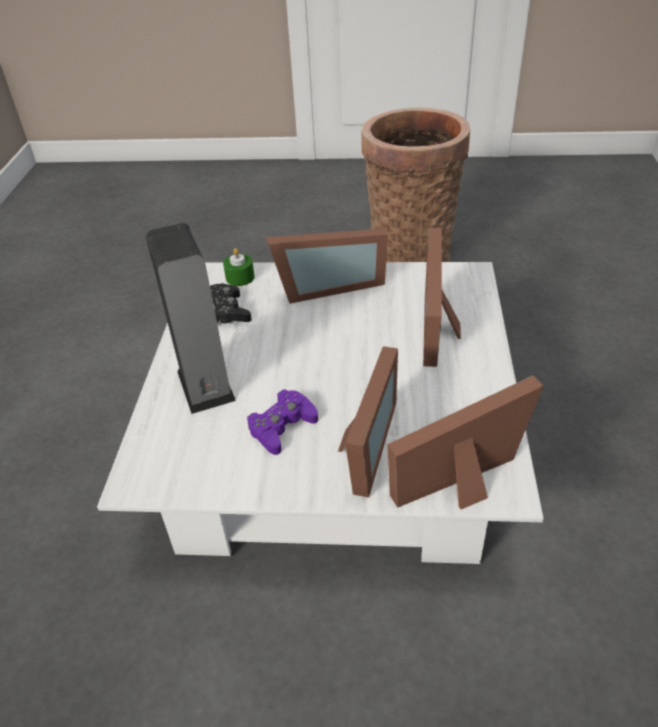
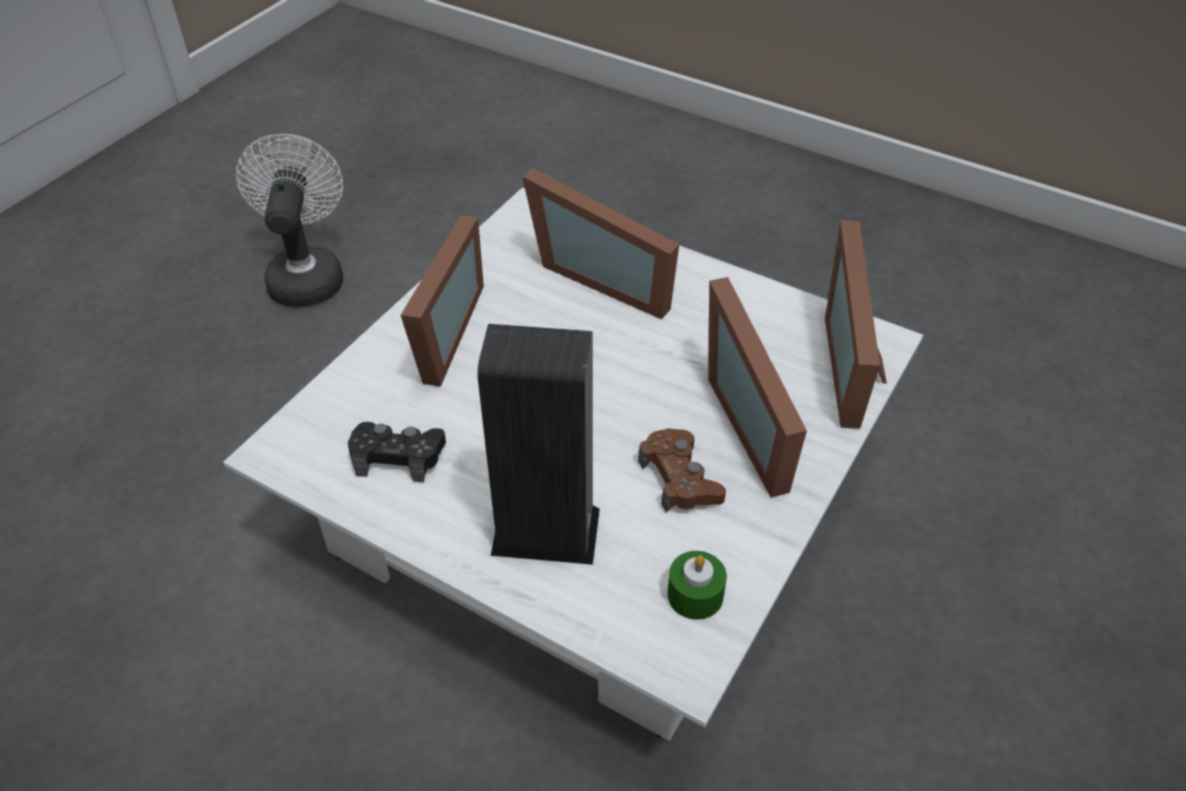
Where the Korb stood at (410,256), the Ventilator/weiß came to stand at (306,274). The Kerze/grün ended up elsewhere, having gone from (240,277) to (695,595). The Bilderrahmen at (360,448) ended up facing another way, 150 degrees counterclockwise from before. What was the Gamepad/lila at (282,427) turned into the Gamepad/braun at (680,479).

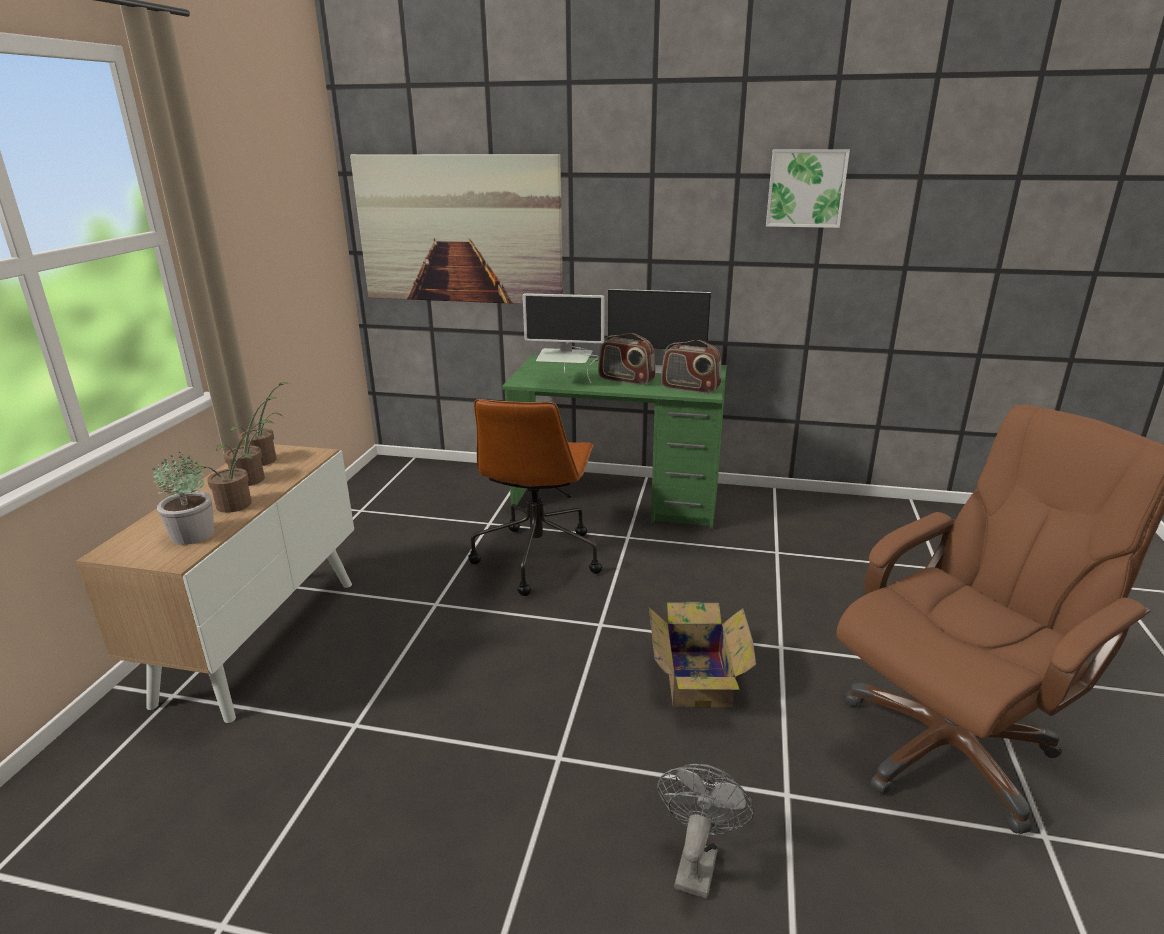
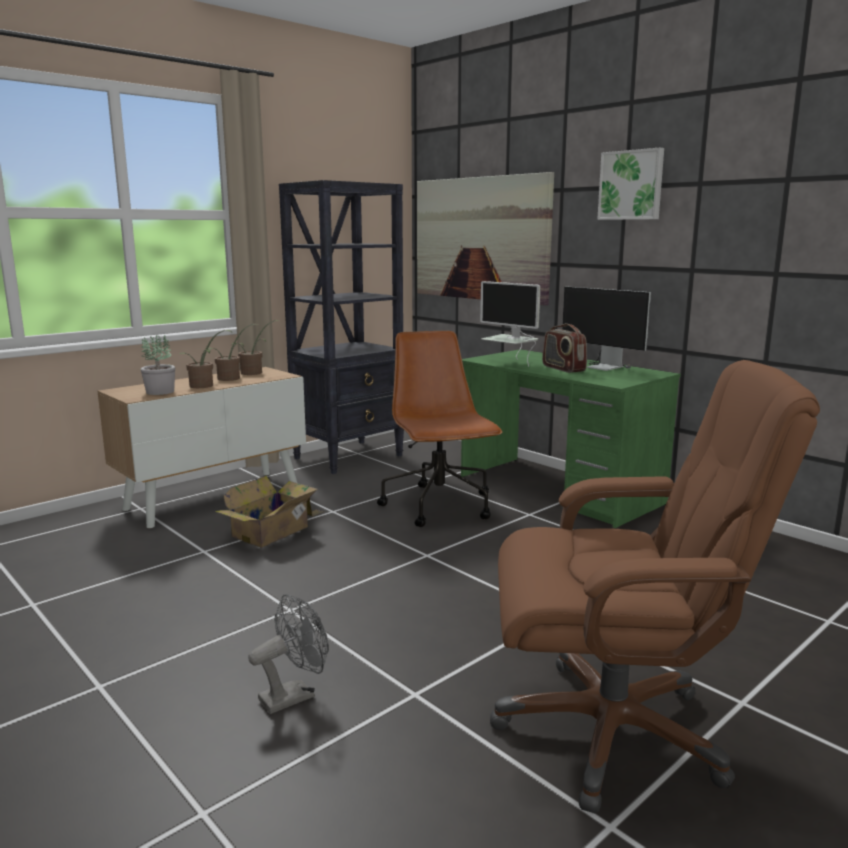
The Bild ended up elsewhere, having gone from (806,188) to (631,185). The second view lost the Radio at (690,388). The Bürostuhl/braun at (537,556) ended up facing another way, 120 degrees clockwise from before. The Karton ended up elsewhere, having gone from (698,676) to (273,531). The second view gained the Bücherregal/schwarz at (349,456).

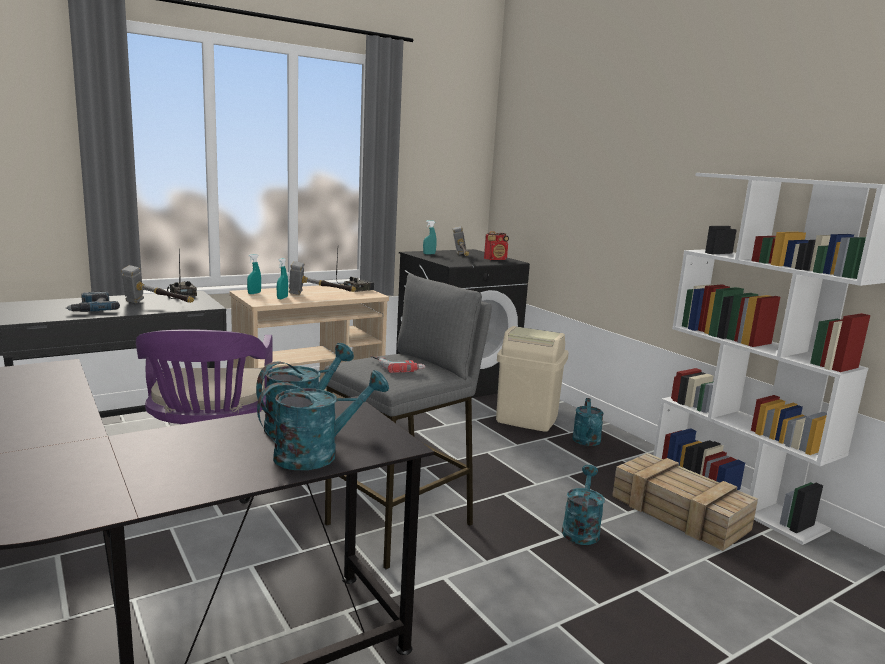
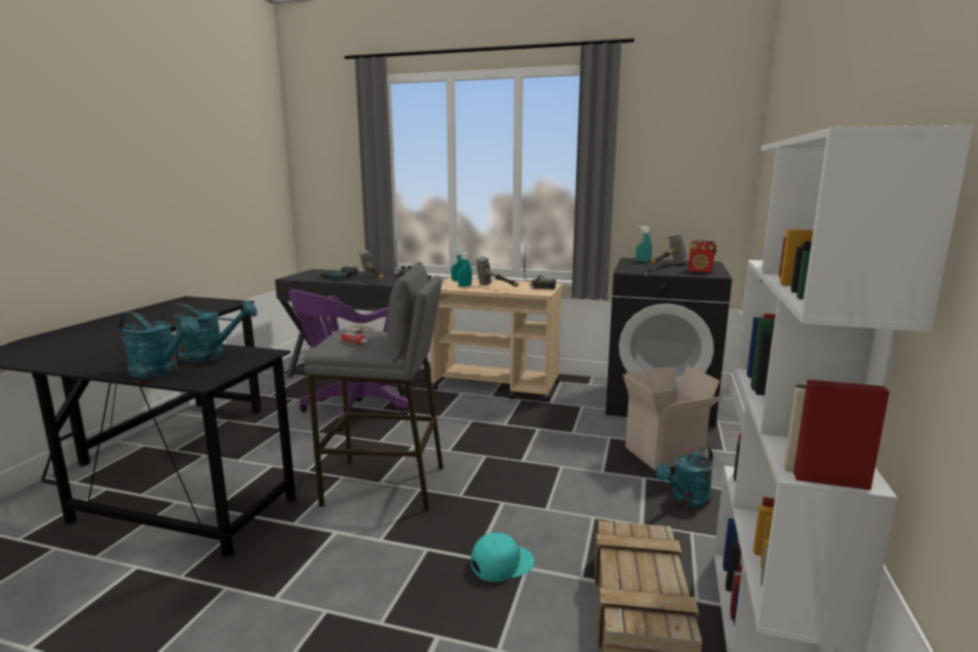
Where the Mülleimer/beige stood at (526,419), the Karton came to stand at (664,455). Where the Gießkanne/türkis stood at (581,529), the Kappe/türkis came to stand at (501,563).

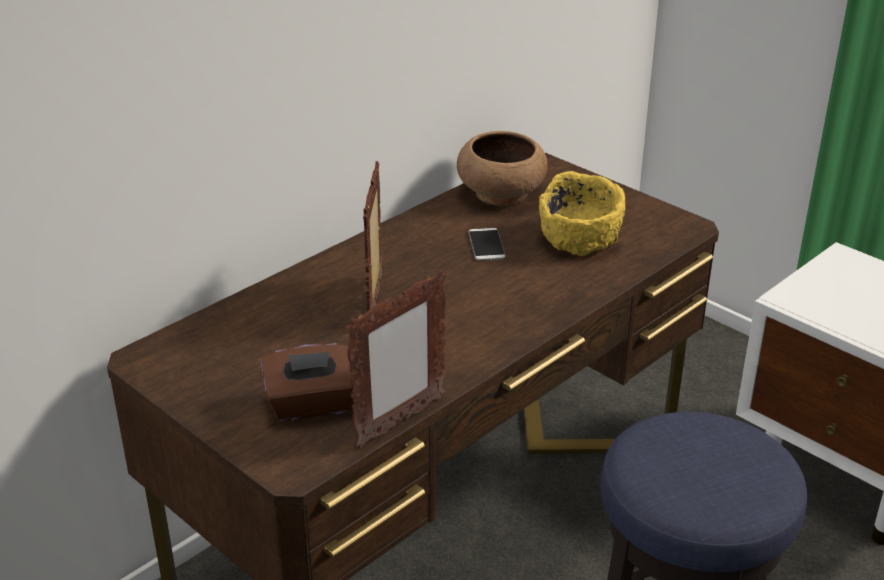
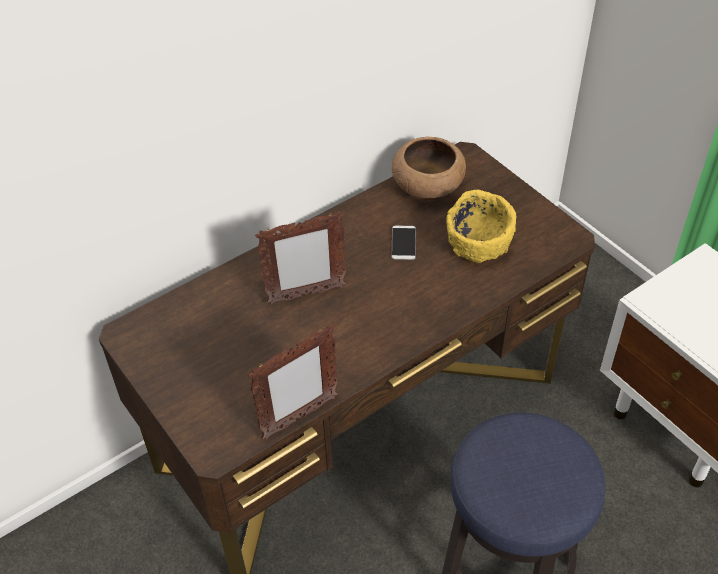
The Bilderrahmen at (376,302) ended up facing another way, 120 degrees counterclockwise from before. The second view lost the Taschentuchbox/braun at (312,405).

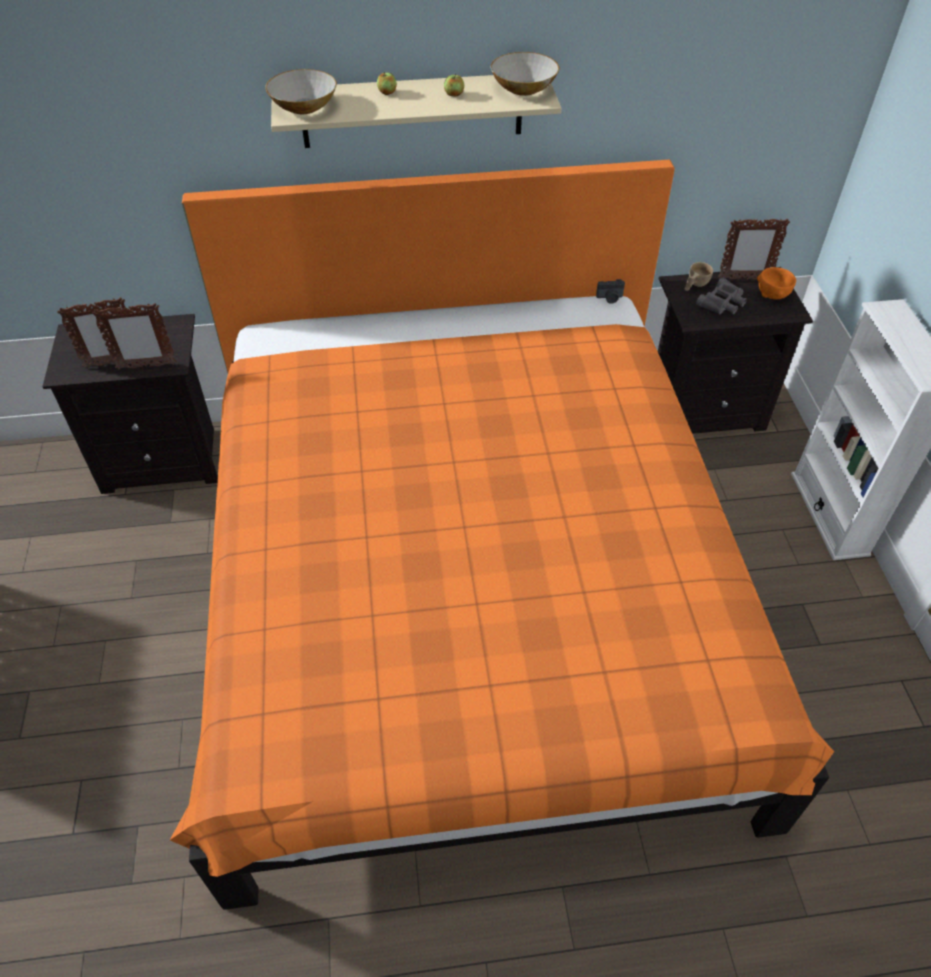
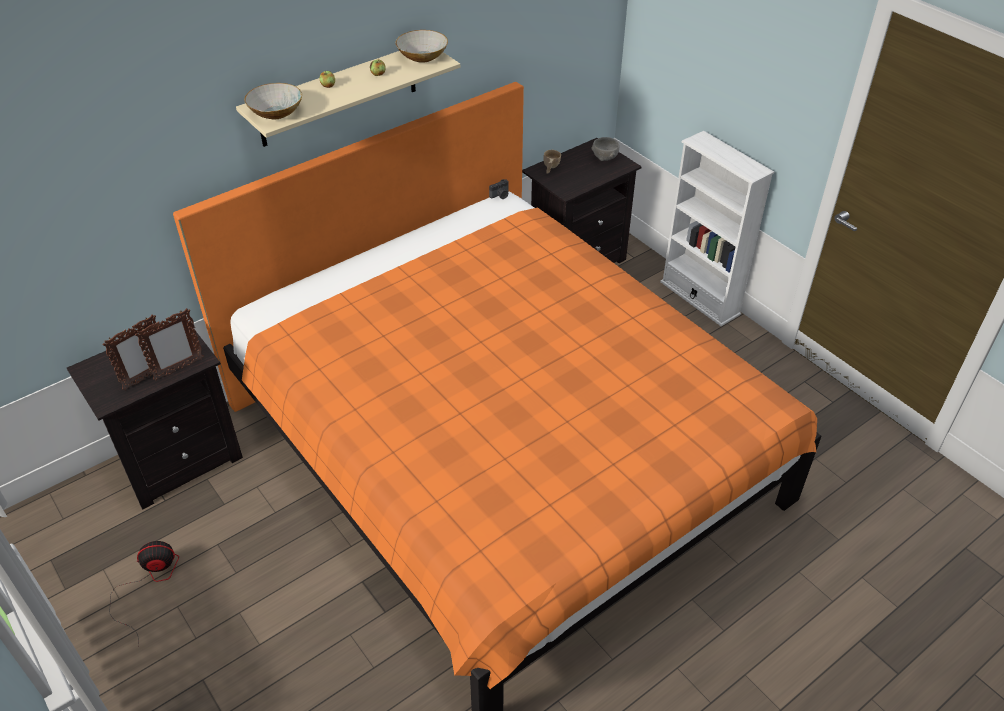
The second view lost the Bilderrahmen at (743,278). What was the Schüssel/orange at (772,294) turned into the Schüssel/grau at (604,157). The second view lost the Fernglas/grau at (722,302). The second view gained the Ventilator at (149,584).

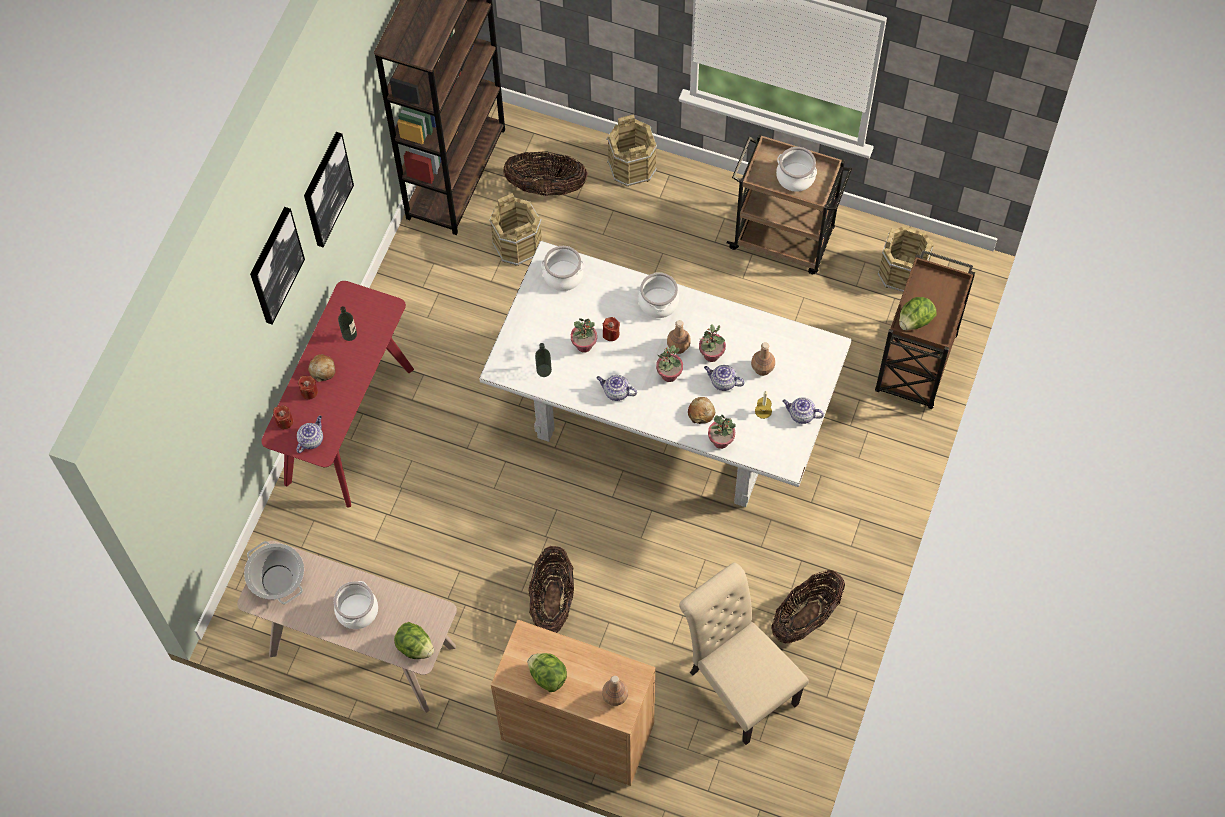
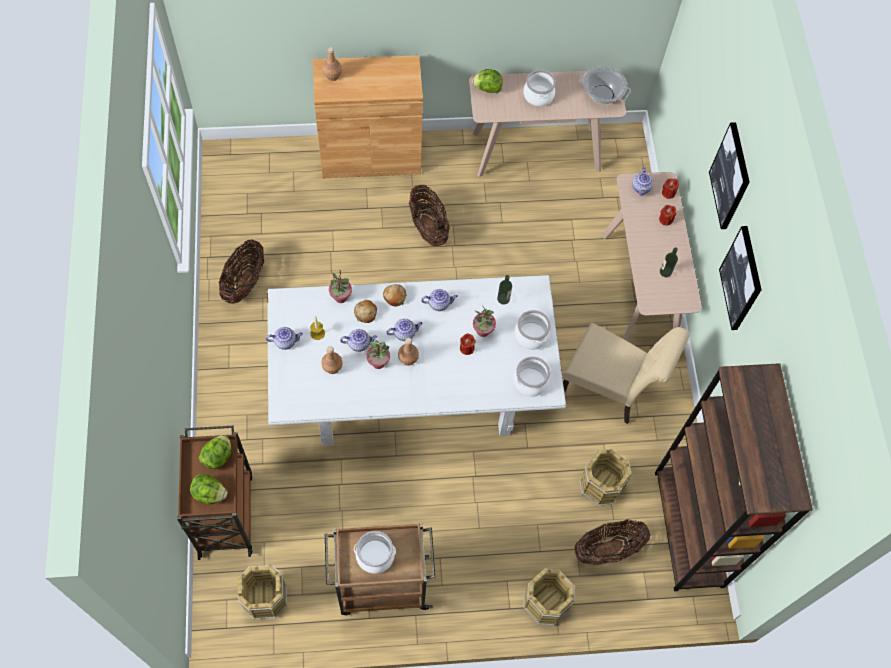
The Kochtopf ended up elsewhere, having gone from (658,302) to (531,335). What was the Konsolentisch/rot at (349,425) turned into the Konsolentisch/beige at (639,289). Where the Topfpflanze stood at (669,375), the Teekanne came to stand at (405,333). The Brot ended up elsewhere, having gone from (322,370) to (394,296). The Stuhl/beige ended up elsewhere, having gone from (737,683) to (609,390). The Salatkopf ended up elsewhere, having gone from (547,676) to (210,493).

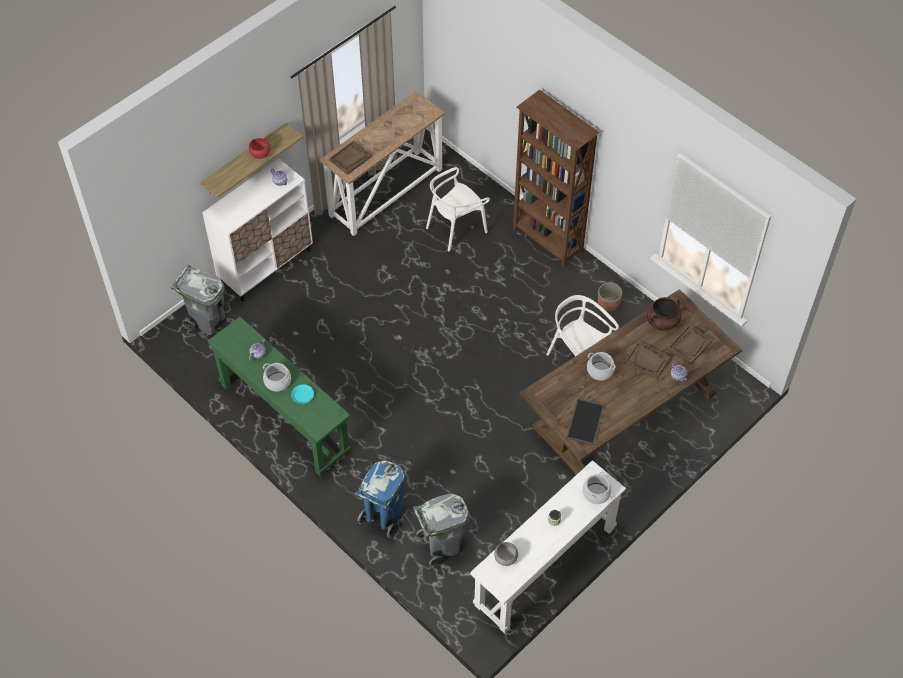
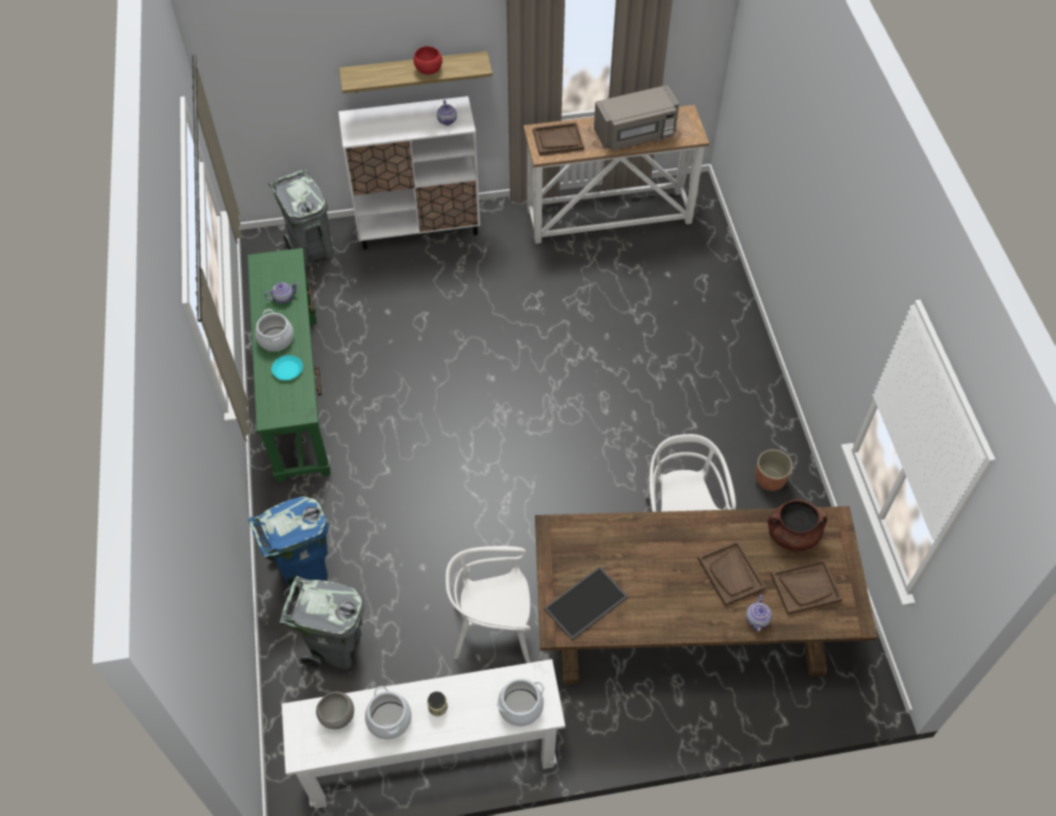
The second view lost the Bücherregal/braun at (547,240). The Stuhl/weiß ended up elsewhere, having gone from (456,228) to (492,628). The Kochtopf ended up elsewhere, having gone from (600,370) to (389,719). The second view gained the Mikrowelle/grau at (635,134).

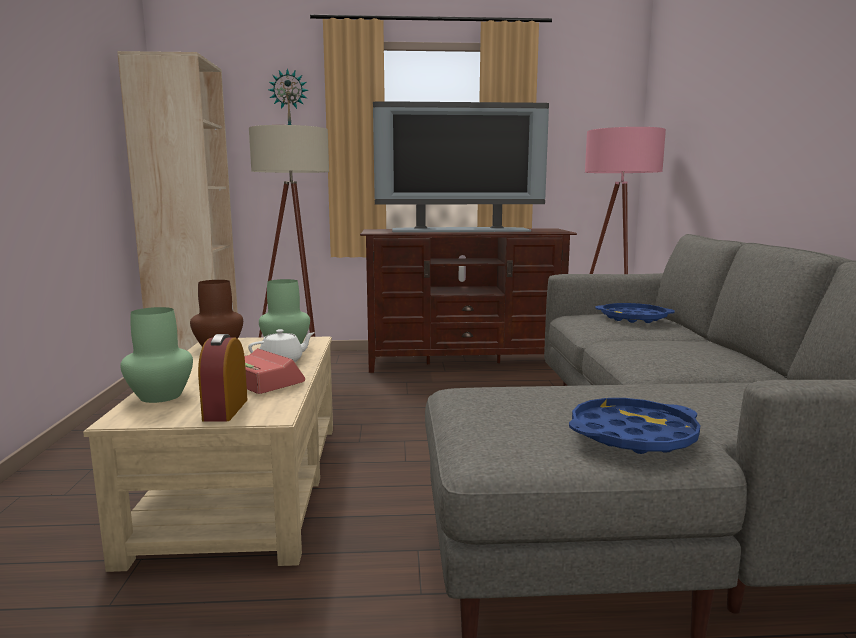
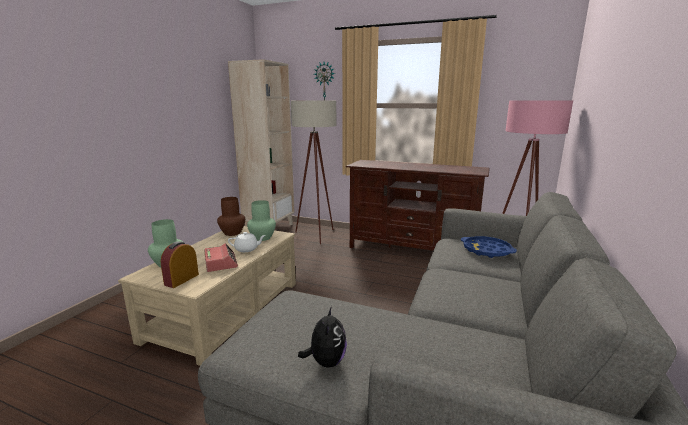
The second view lost the Fernseher at (459,230). Where the Tablett/blau stood at (632,435), the Plüschtier came to stand at (326,361).

